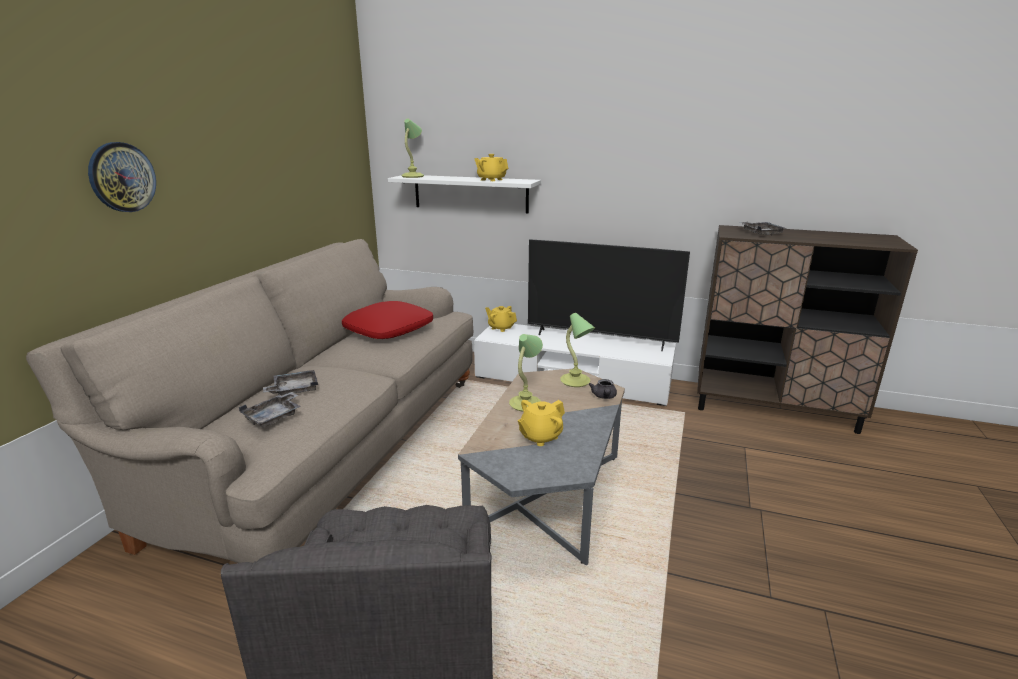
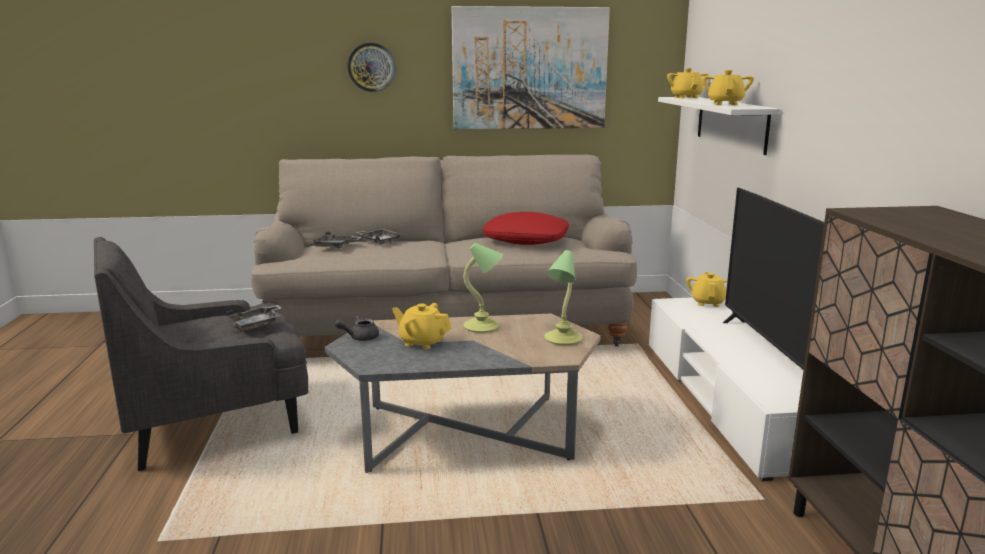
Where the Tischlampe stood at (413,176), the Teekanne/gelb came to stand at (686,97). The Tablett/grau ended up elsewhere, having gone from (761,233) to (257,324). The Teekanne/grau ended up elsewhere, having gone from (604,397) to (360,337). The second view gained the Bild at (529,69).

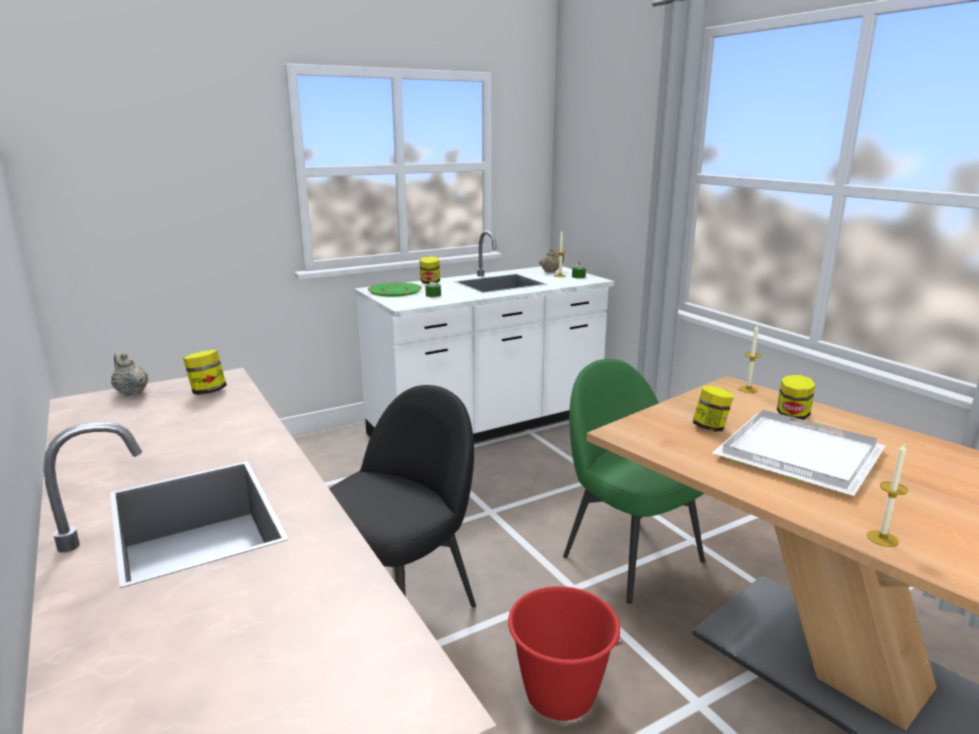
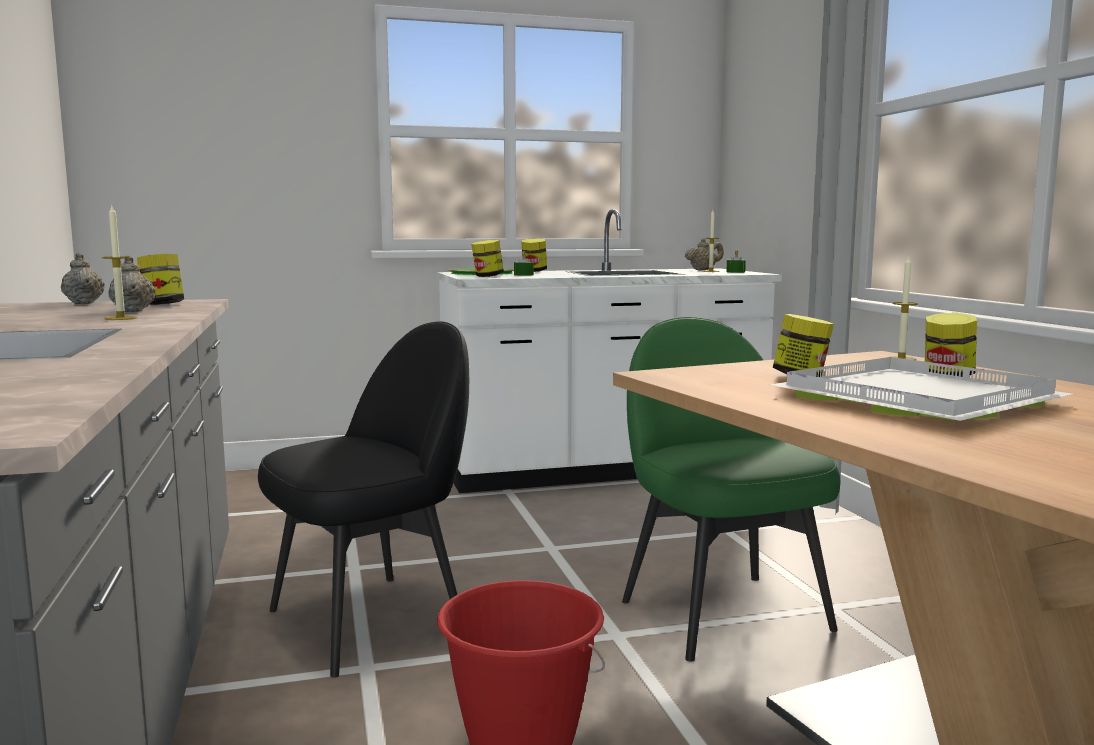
The Kerze ended up elsewhere, having gone from (882,538) to (121,318). The second view gained the Vorratsglas at (487,276). The second view gained the Teekanne/beige at (133,311).

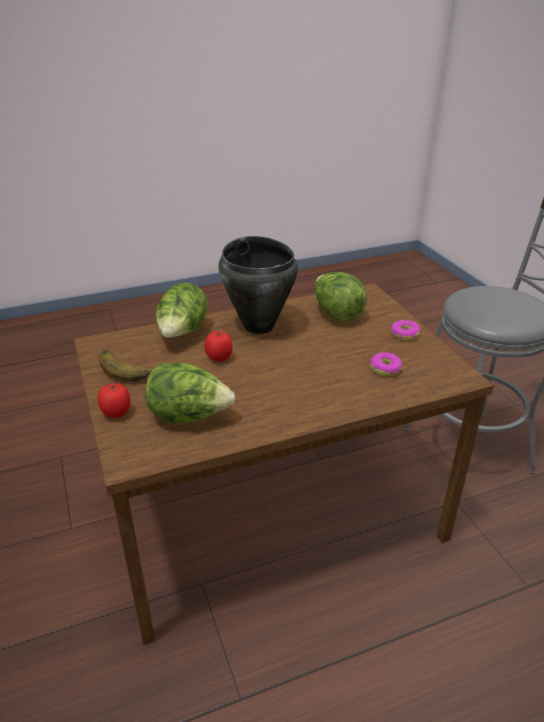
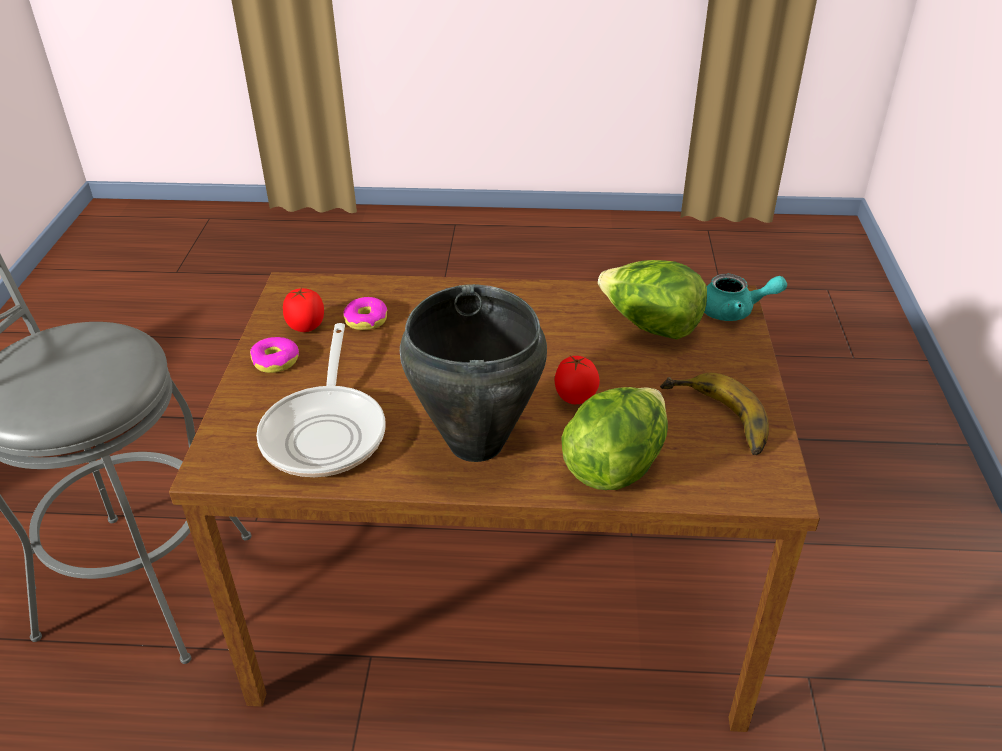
Where the Salatkopf stood at (336,314), the Pfanne came to stand at (326,431). The Tomate ended up elsewhere, having gone from (116,413) to (306,327). The second view gained the Teekanne/türkis at (734,311).

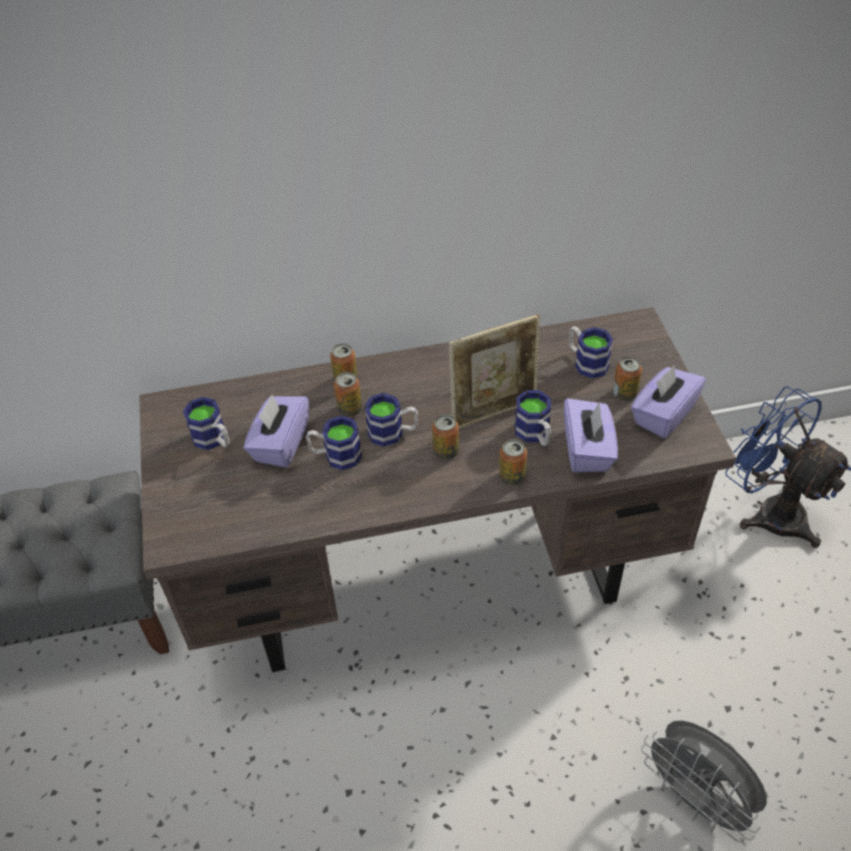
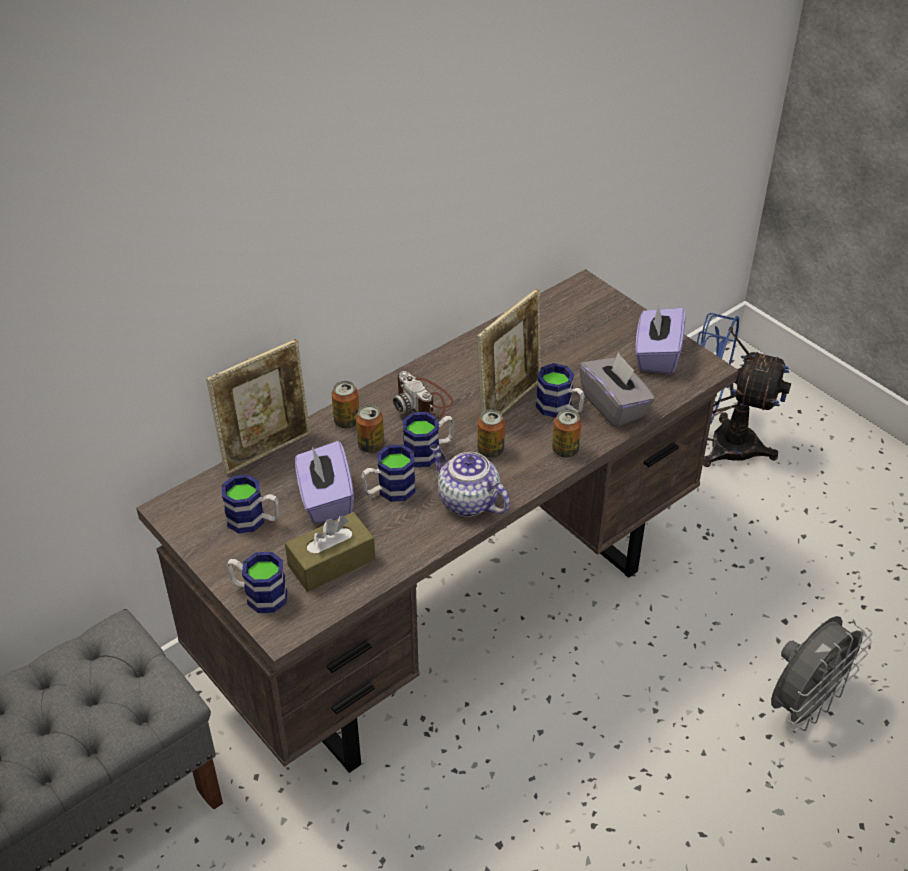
The Henkelbecher ended up elsewhere, having gone from (586,362) to (258,595). The second view lost the Dose at (624,394). What was the Taschentuchbox/lila at (587,450) turned into the Taschentuchbox/grau at (614,406). The Ventilator/grau at (696,799) ended up facing another way, 60 degrees counterclockwise from before. The second view gained the Bilderrahmen at (267,450). The second view gained the Kamera at (424,401). The second view gained the Teekanne at (466,501). The second view gained the Taschentuchbox/braun at (331,562).

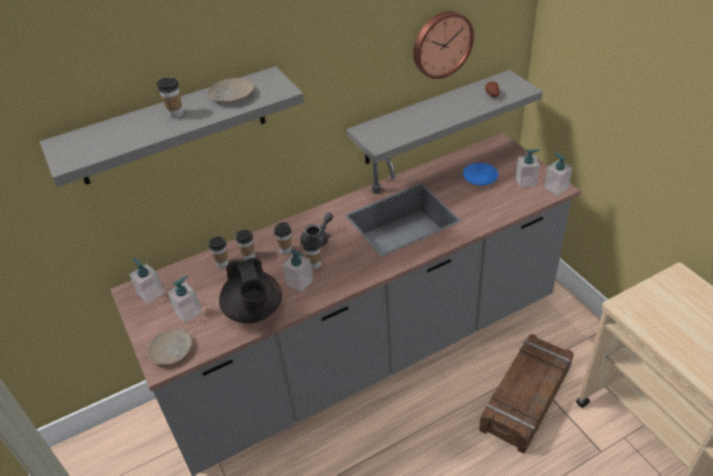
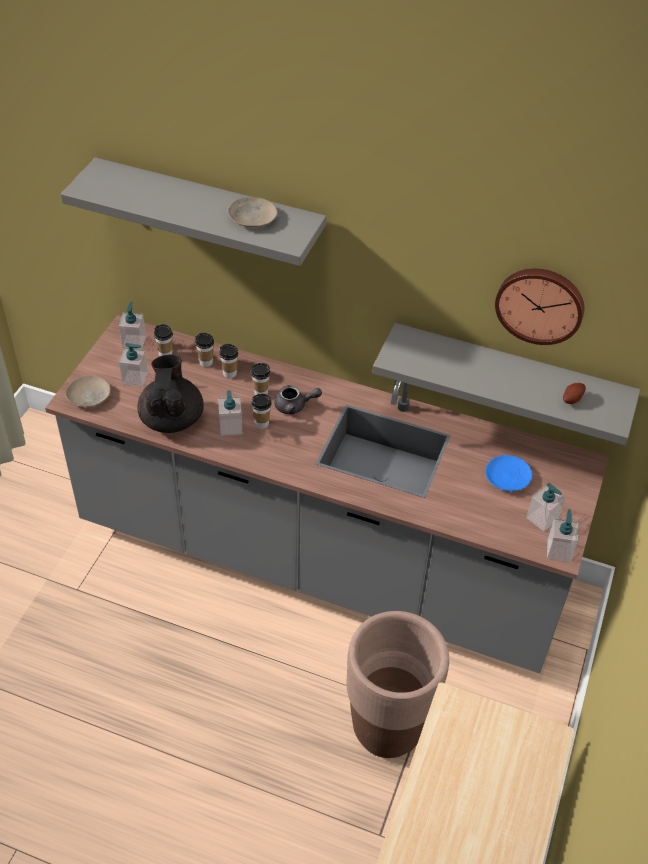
The Tasse ended up elsewhere, having gone from (176,114) to (165,354). The Teekanne/schwarz at (254,311) ended up facing another way, 150 degrees clockwise from before. Where the Kiste stood at (525,397), the Pflanzkübel/braun came to stand at (387,728).

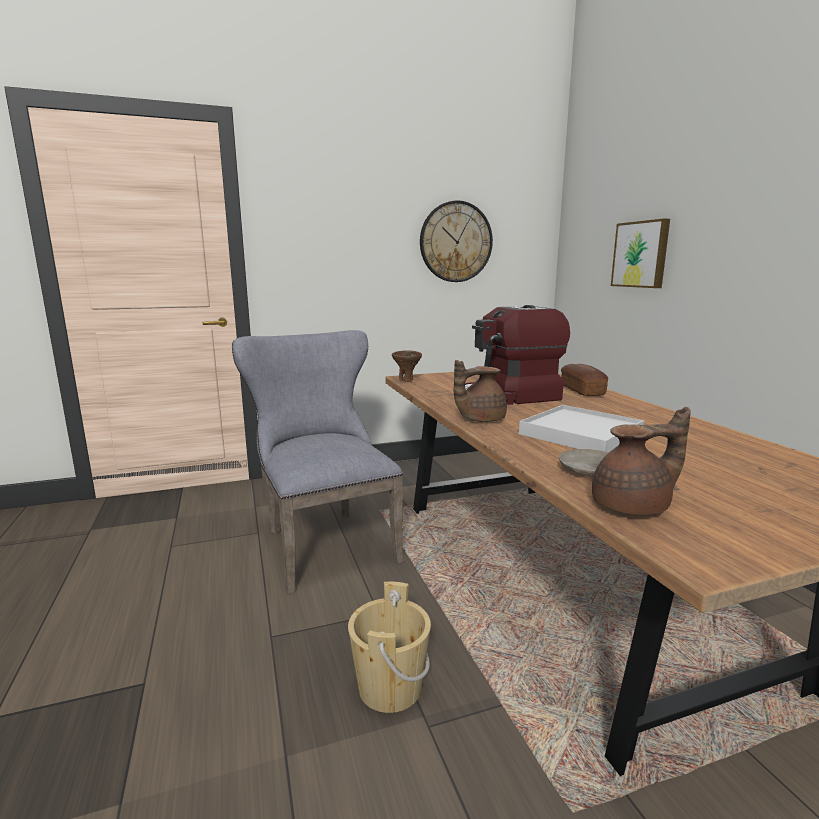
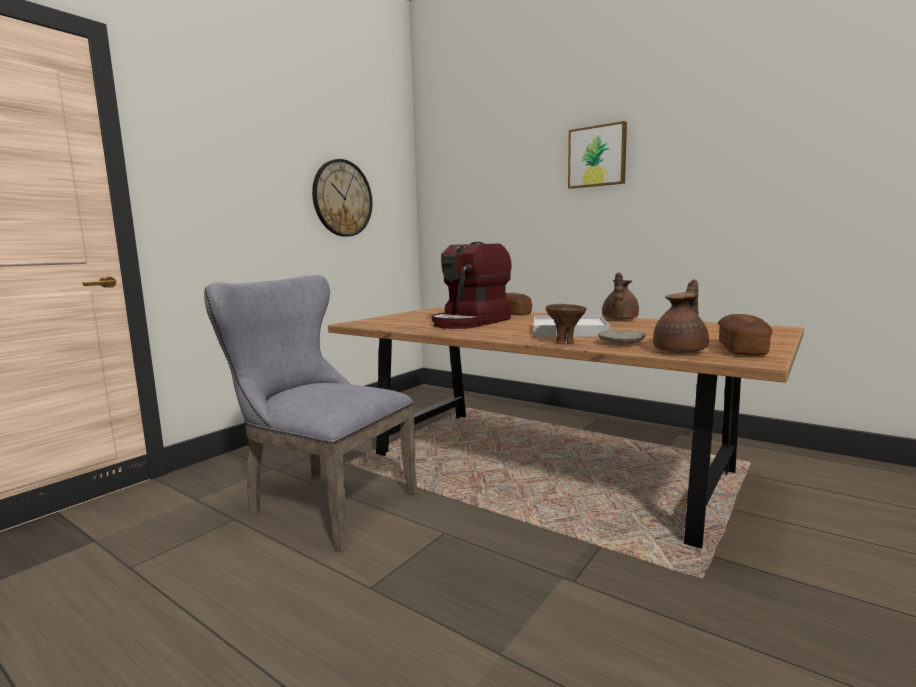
The Bild ended up elsewhere, having gone from (641,254) to (597,156). The Schüssel/braun ended up elsewhere, having gone from (406,380) to (565,342). The Teekanne/braun ended up elsewhere, having gone from (479,419) to (619,319). The second view lost the Eimer/beige at (390,687). The second view gained the Brot at (742,349).

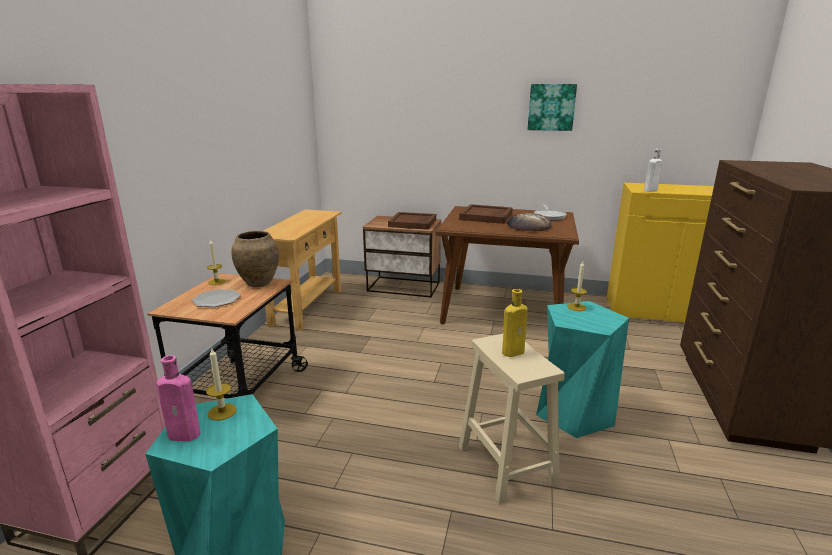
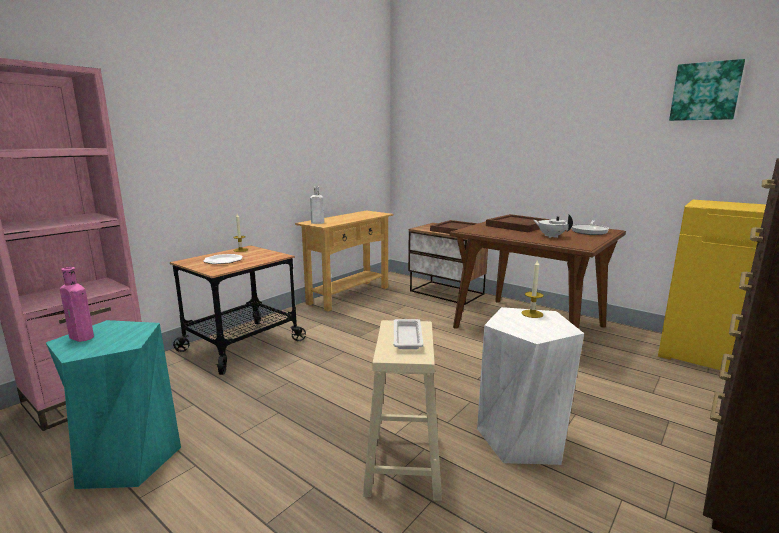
The Bild ended up elsewhere, having gone from (551,107) to (705,91). The Flasche/weiß ended up elsewhere, having gone from (649,191) to (316,223). Where the Brot stood at (528,226), the Teekanne/weiß came to stand at (551,236). The second view lost the Vase/braun at (258,283). Where the Flasche/gelb stood at (514,351), the Tablett/weiß came to stand at (407,337). What was the Hocker/türkis at (573,413) turned into the Hocker/weiß at (522,438). The second view lost the Kerze at (222,412).

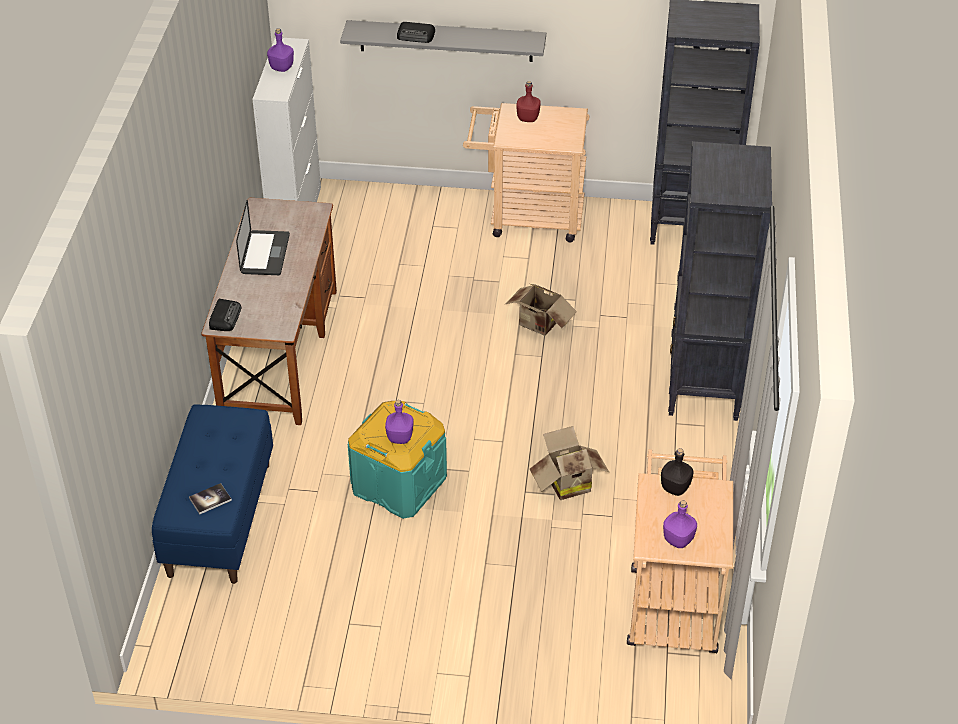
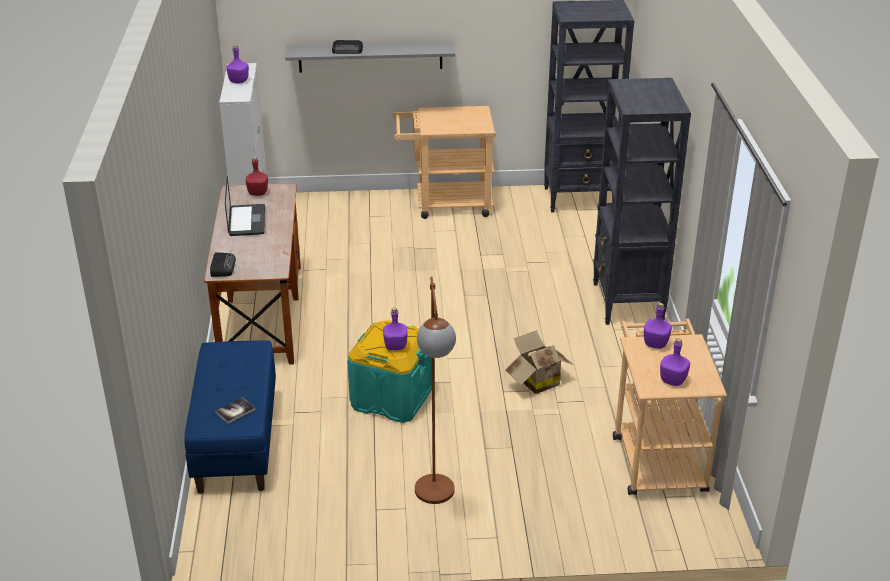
The Flasche/rot ended up elsewhere, having gone from (528,118) to (258,193). The second view lost the Karton at (539,325). What was the Flasche/schwarz at (675,488) turned into the Flasche/lila at (655,344). The second view gained the Stehlampe/braun at (436,500).

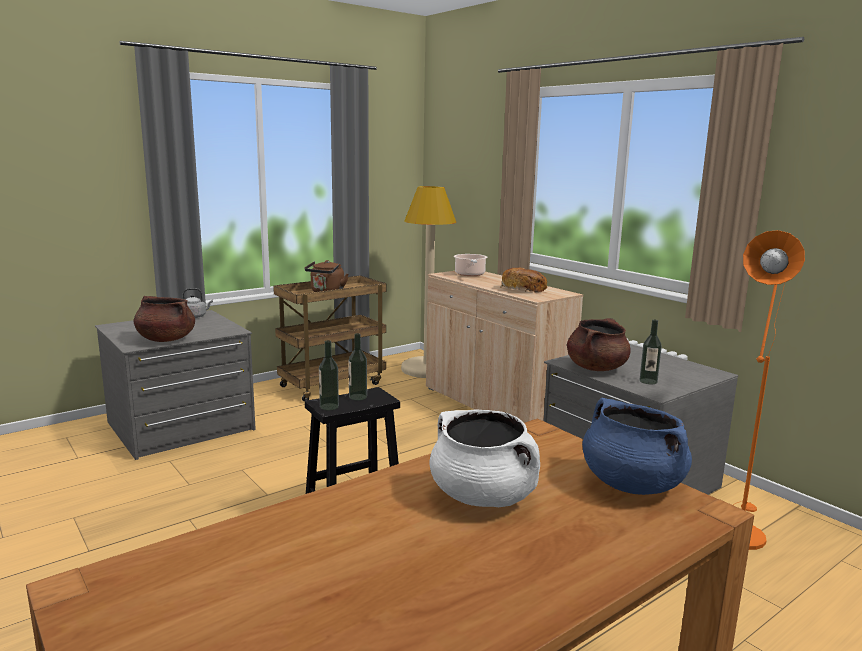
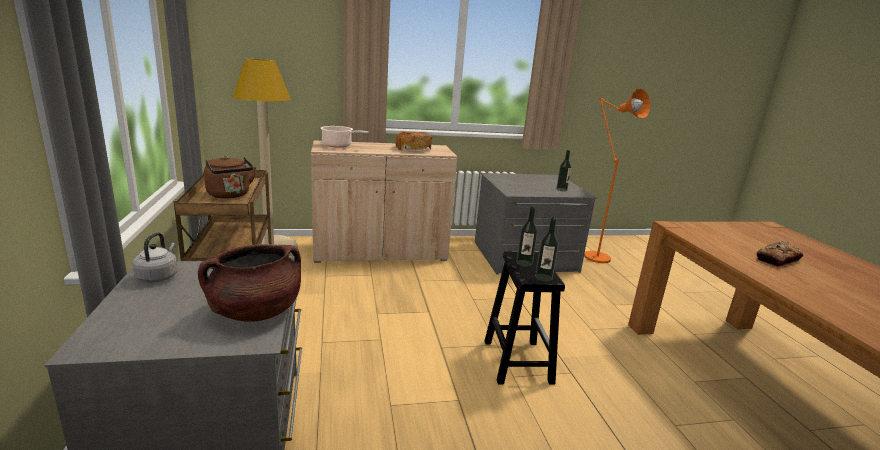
The second view lost the Kochtopf/braun at (596,368). The second view lost the Kochtopf/blau at (631,484). Where the Kochtopf/weiß stood at (484,496), the Brot came to stand at (777,259).

